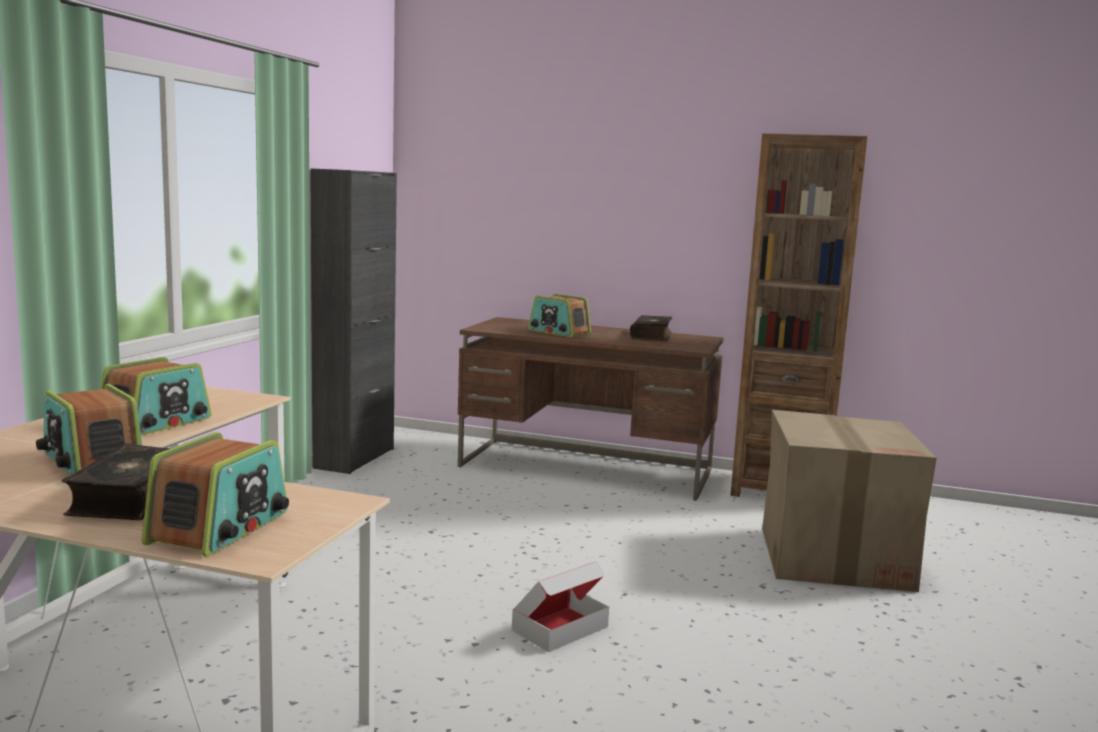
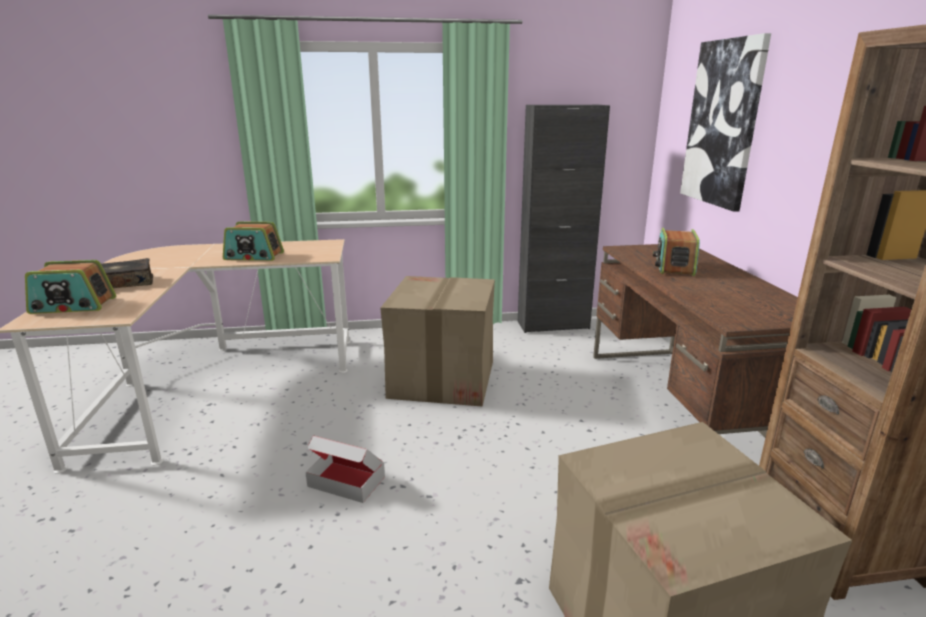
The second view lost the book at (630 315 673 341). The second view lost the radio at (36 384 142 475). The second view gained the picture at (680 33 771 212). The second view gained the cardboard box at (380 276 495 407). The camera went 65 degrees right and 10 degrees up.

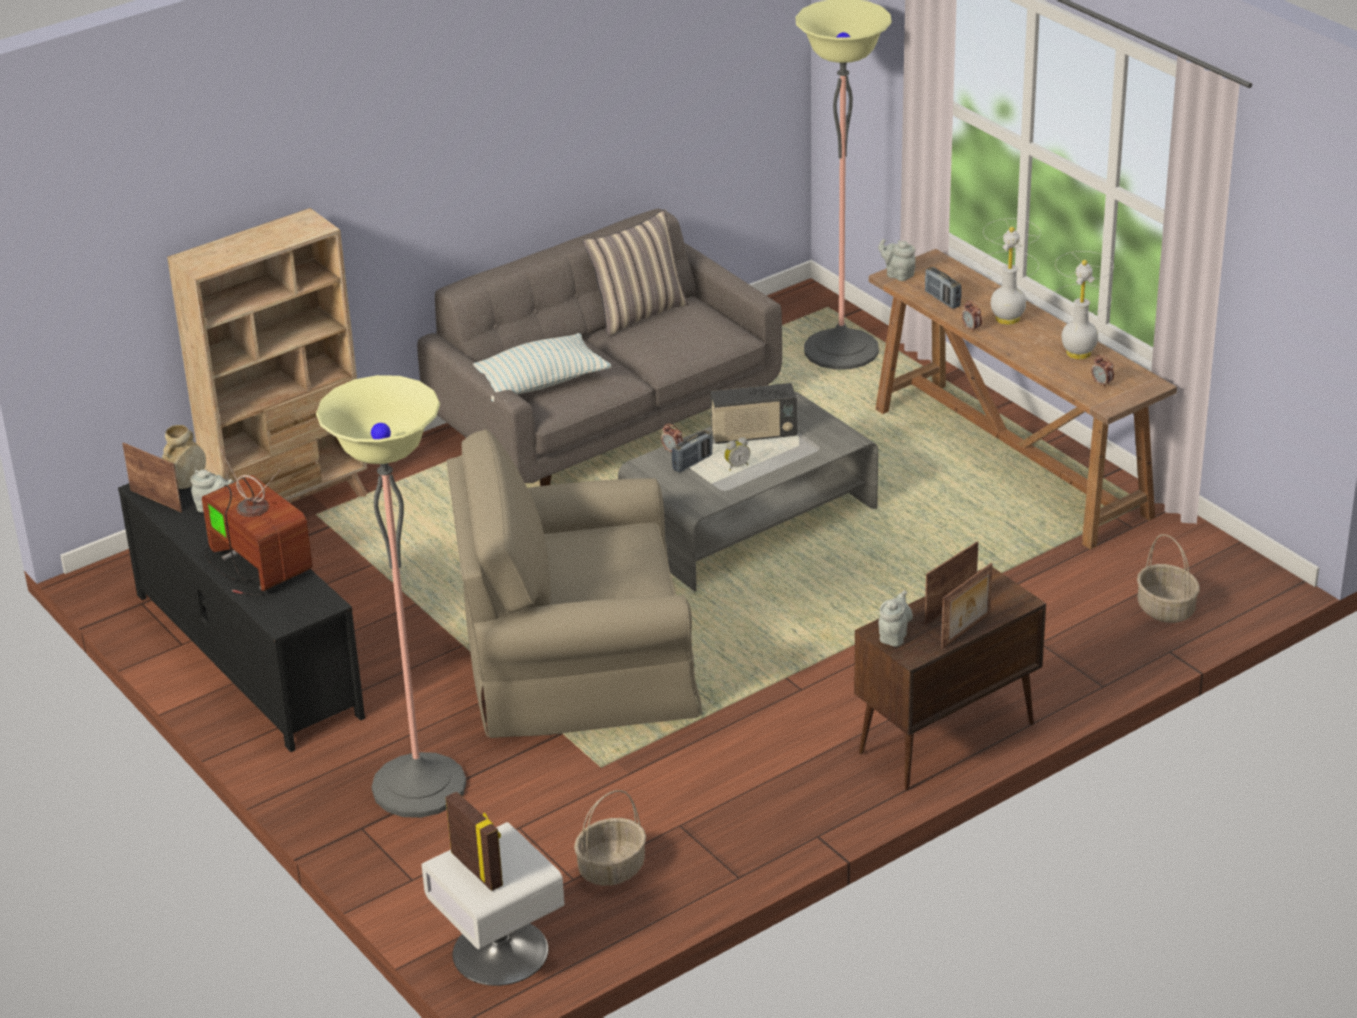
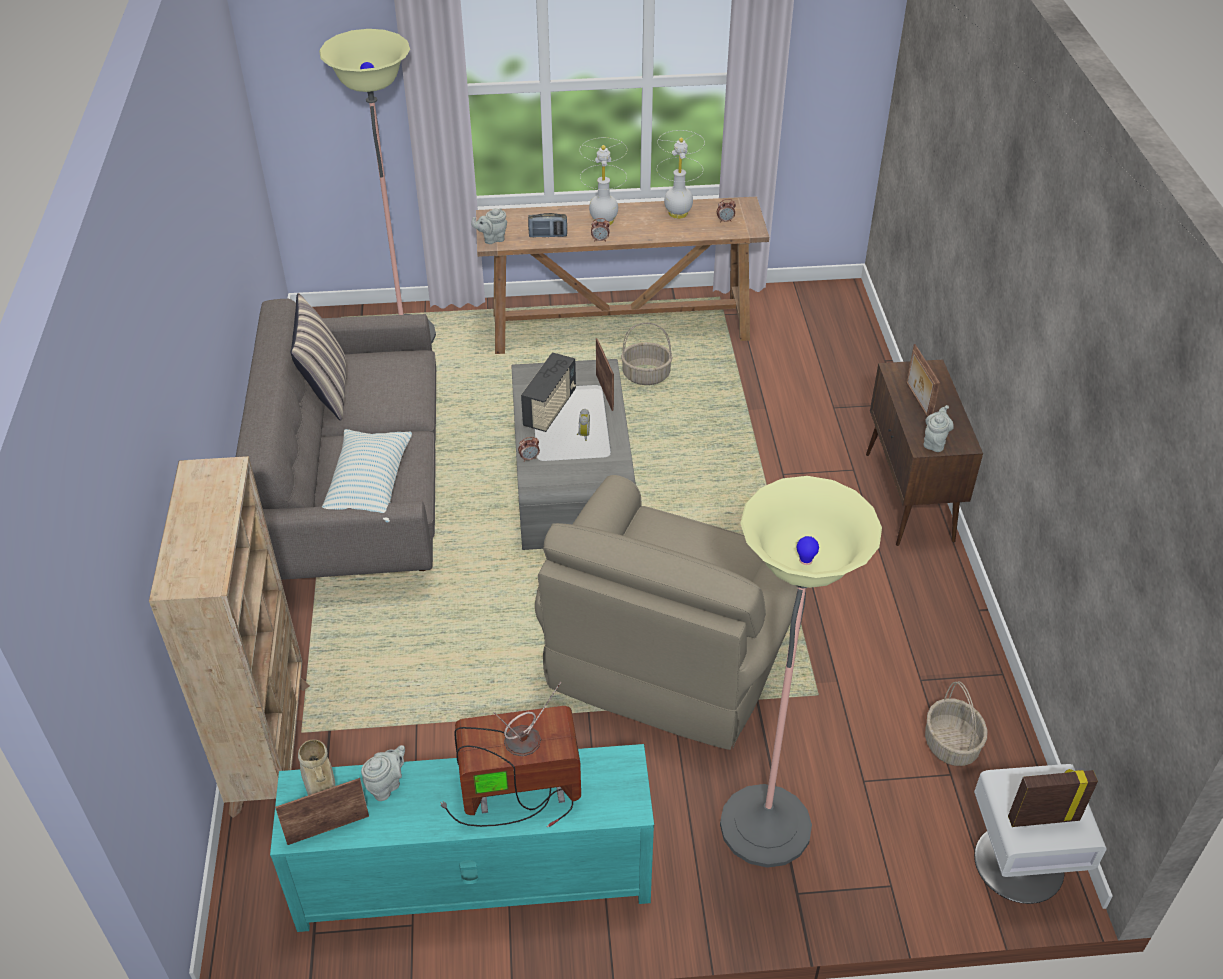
The second view lost the radio at (672 430 713 473). What was the tv stand in black at (118 483 365 752) turned into the tv stand in turquoise at (270 744 654 932). The basket ended up elsewhere, having gone from (1137 534 1200 623) to (621 323 673 385). The picture frame ended up elsewhere, having gone from (941 563 992 649) to (596 338 614 411). The teapot in grey at (878 590 913 647) ended up facing another way, 60 degrees clockwise from before. The camera went 60 degrees left and 10 degrees up.

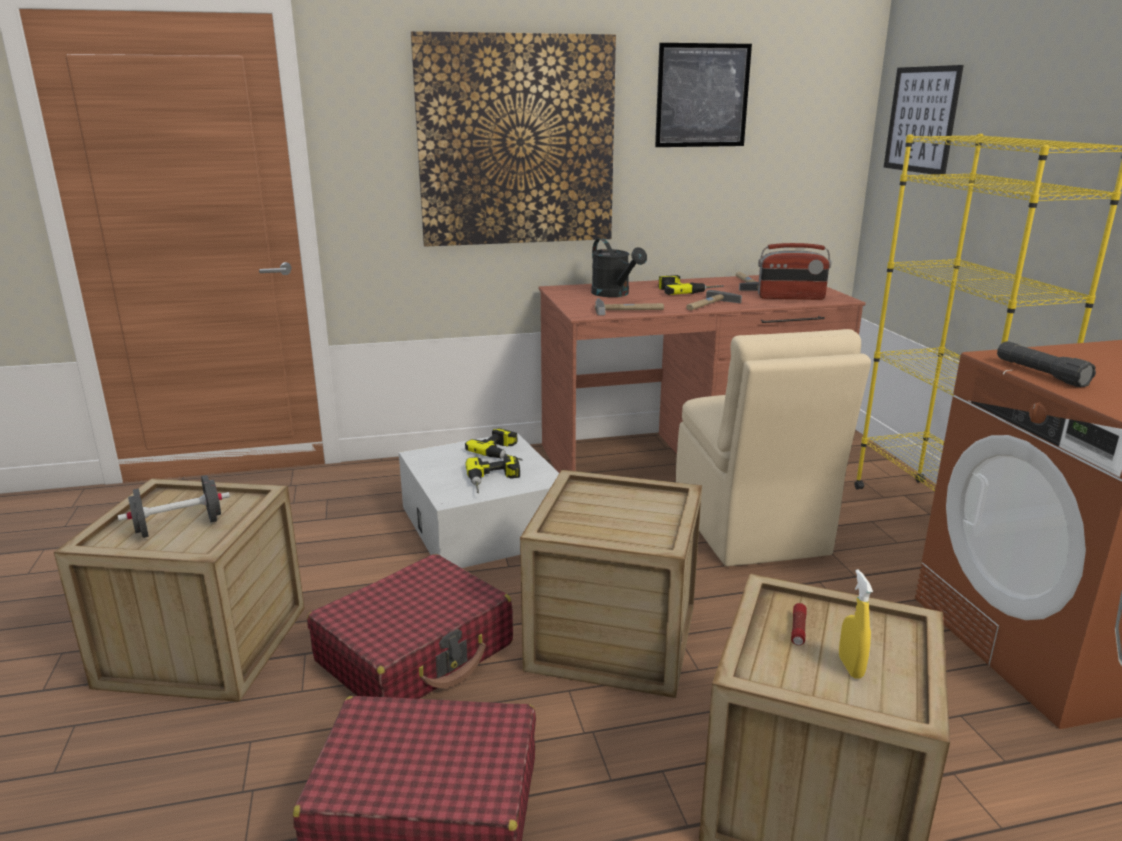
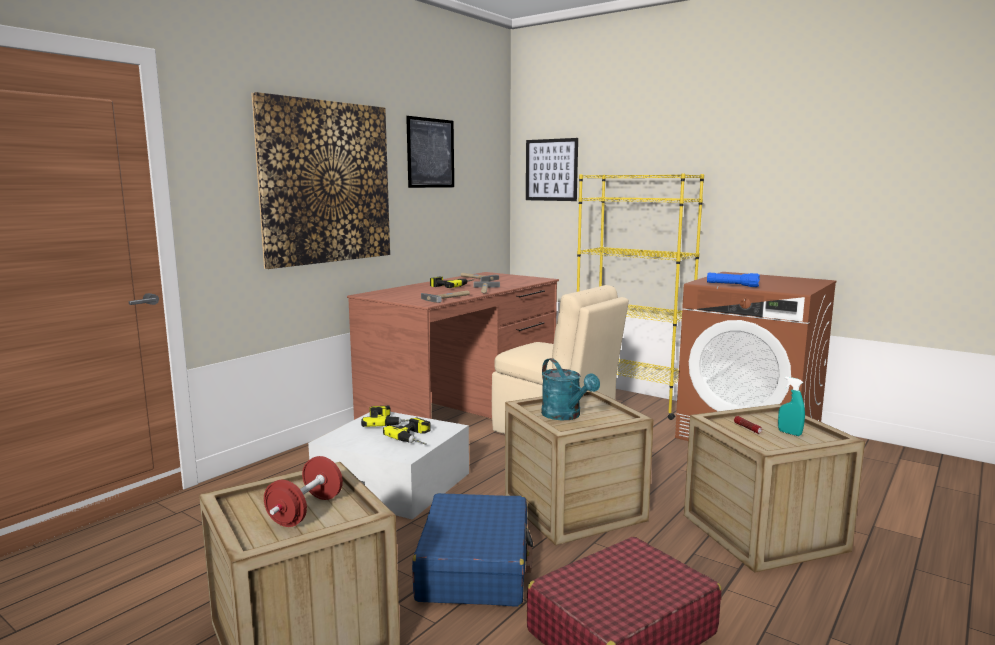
The second view lost the watering can in black at (591 238 647 297). The second view lost the radio at (758 243 831 300). What was the flashlight in black at (997 341 1096 387) turned into the flashlight in blue at (707 273 760 287). What was the dumbbell in black at (118 475 230 538) turned into the dumbbell in red at (264 456 343 527). What was the suitcase in red at (307 554 513 699) turned into the suitcase in blue at (412 493 533 607). What was the spray bottle in yellow at (839 569 873 679) turned into the spray bottle in turquoise at (778 377 805 436). The second view gained the watering can in turquoise at (541 358 600 420). The camera went 40 degrees left and 10 degrees down.

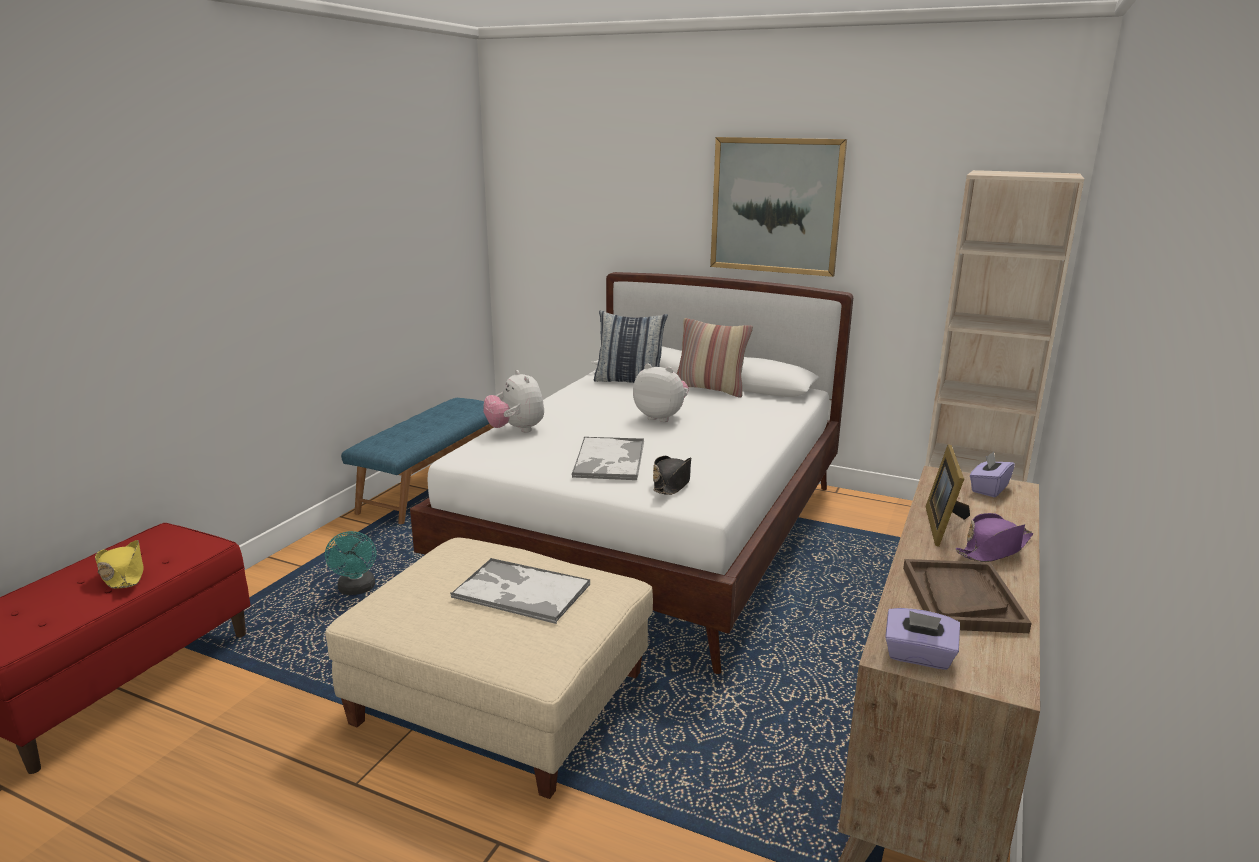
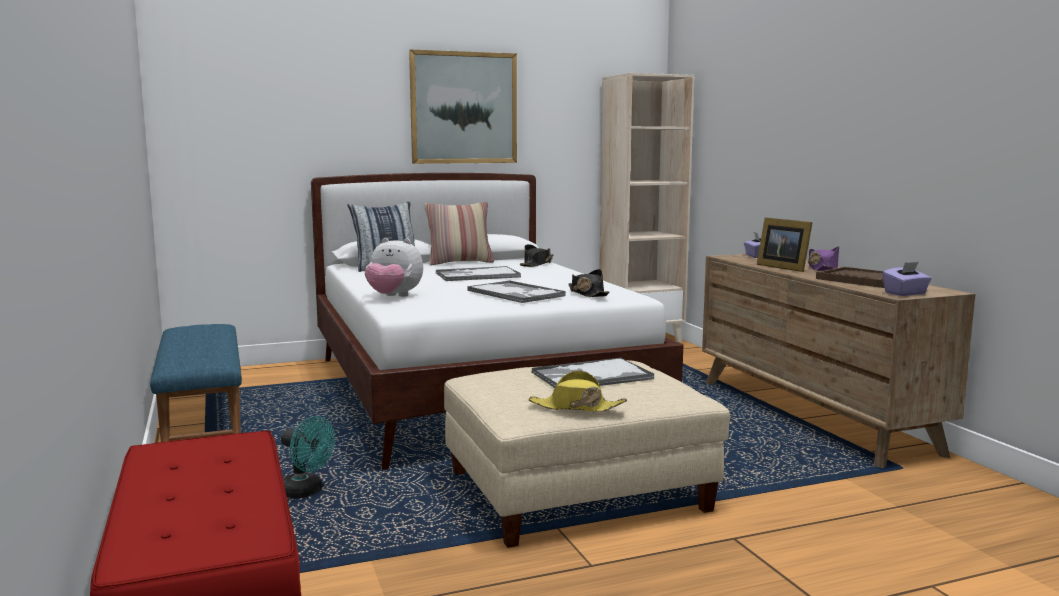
Where the plush toy stood at (633 364 689 422), the tray came to stand at (436 266 521 281). The hat in yellow ended up elsewhere, having gone from (95 540 144 589) to (529 371 627 412). The second view gained the hat in black at (520 244 554 267). The camera went 45 degrees left and 10 degrees down.

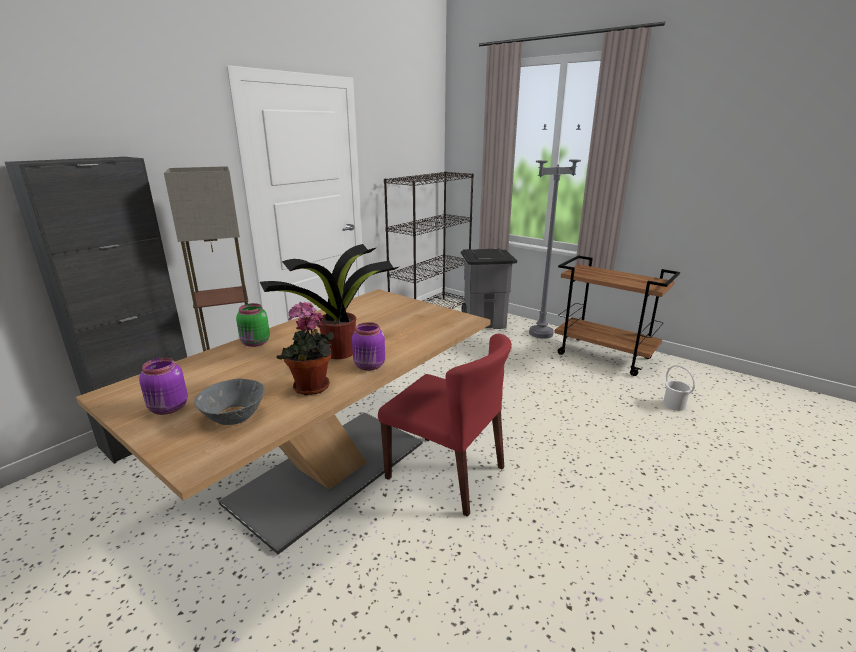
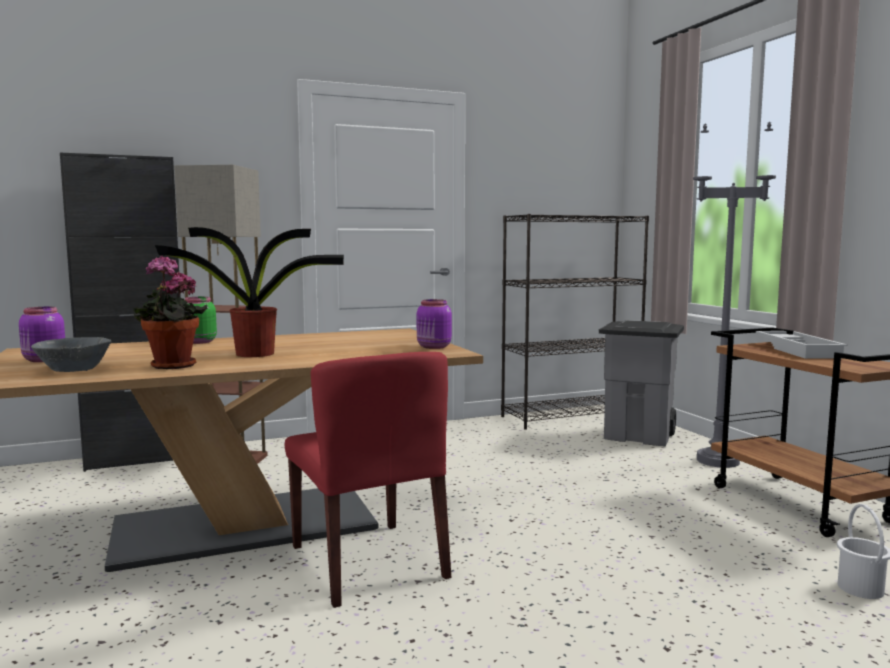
The jar in purple ended up elsewhere, having gone from (352 322 385 371) to (417 299 452 349). The second view gained the tray in white at (756 331 848 359). The camera went 30 degrees right and 15 degrees down.

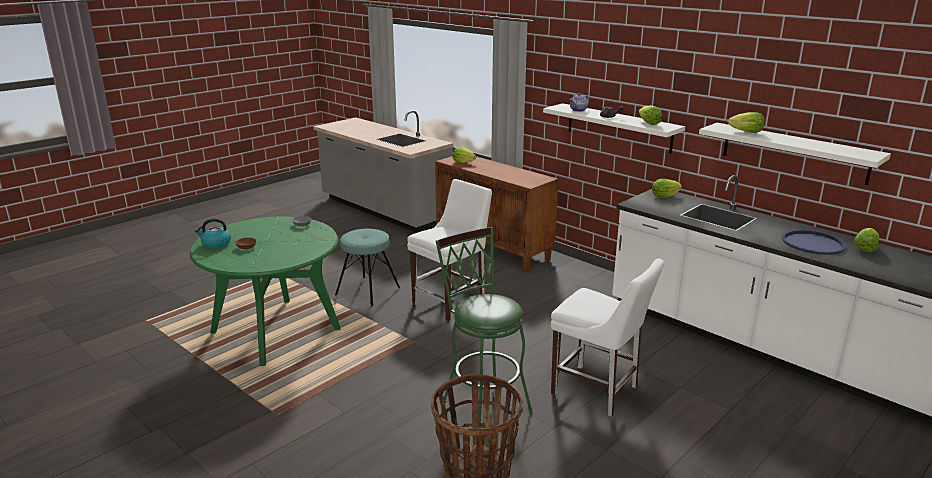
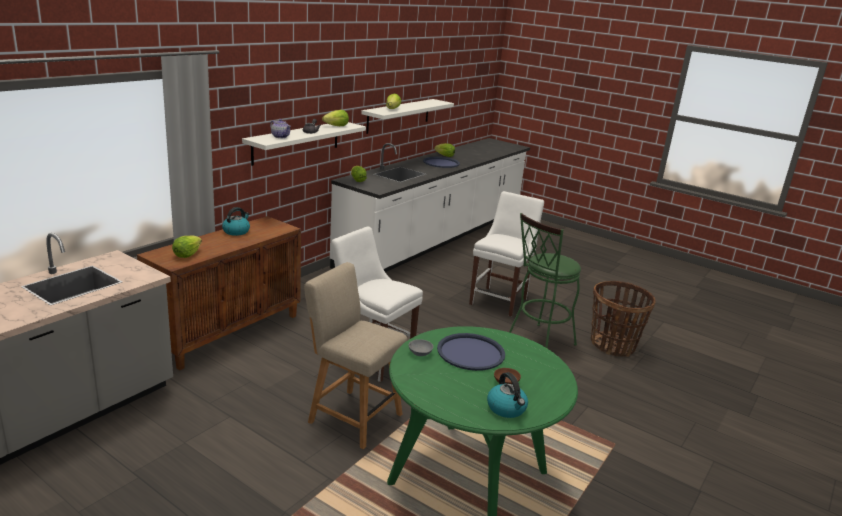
Where the stool in turquoise stood at (335 229 400 306), the chair in beige came to stand at (304 262 407 449). The second view gained the kettle at (222 207 250 236). The second view gained the tray in blue at (437 333 505 371). The camera went 100 degrees left and 0 degrees up.

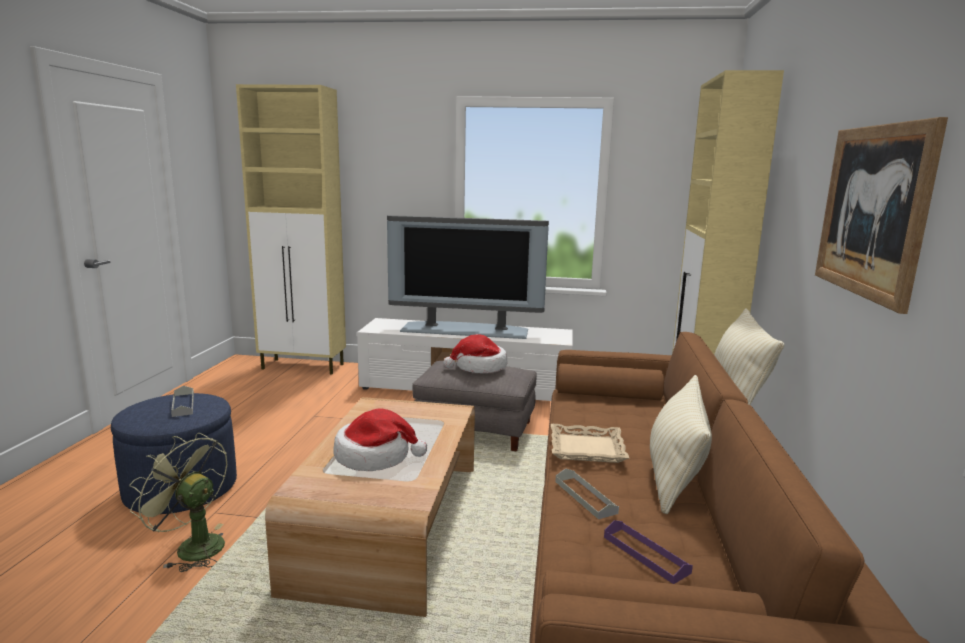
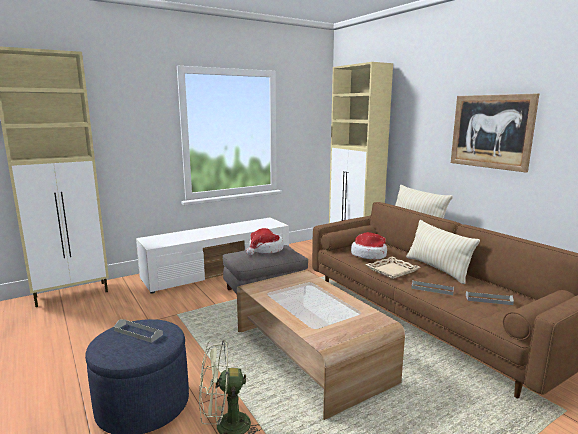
The second view lost the television at (387 215 549 339). The hat ended up elsewhere, having gone from (333 409 427 471) to (351 232 387 259). What was the tray in purple at (604 520 693 584) turned into the tray in grey at (466 291 514 305). The camera went 40 degrees left and 0 degrees up.

